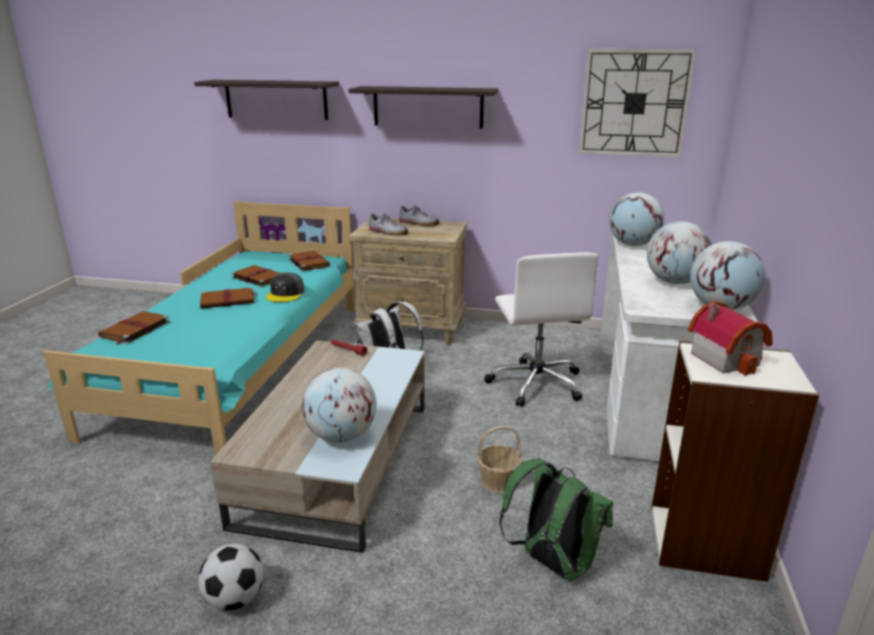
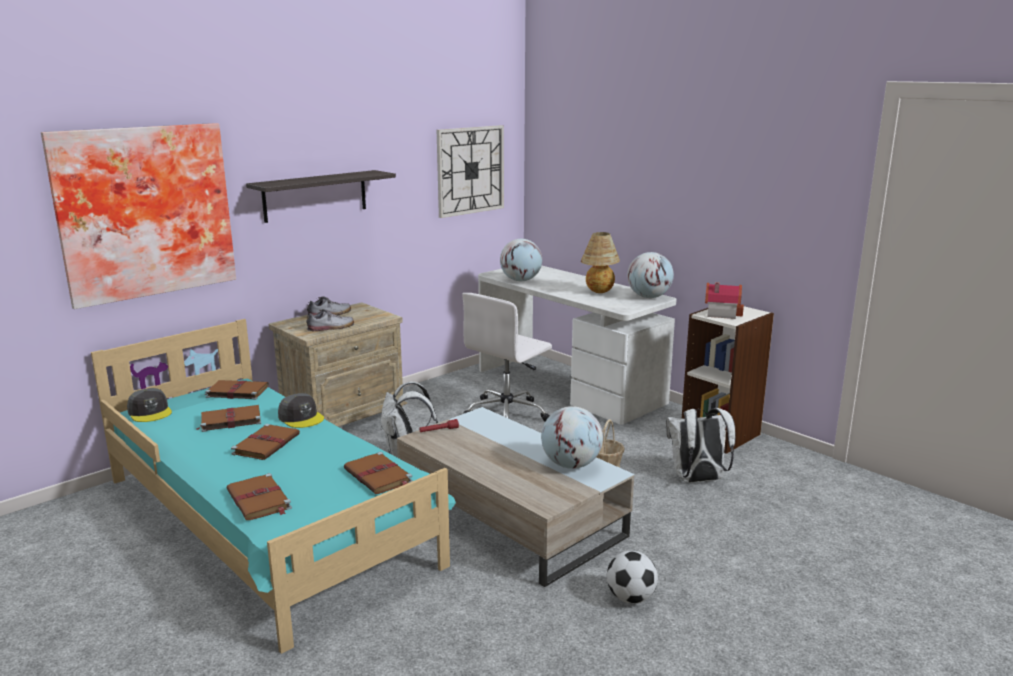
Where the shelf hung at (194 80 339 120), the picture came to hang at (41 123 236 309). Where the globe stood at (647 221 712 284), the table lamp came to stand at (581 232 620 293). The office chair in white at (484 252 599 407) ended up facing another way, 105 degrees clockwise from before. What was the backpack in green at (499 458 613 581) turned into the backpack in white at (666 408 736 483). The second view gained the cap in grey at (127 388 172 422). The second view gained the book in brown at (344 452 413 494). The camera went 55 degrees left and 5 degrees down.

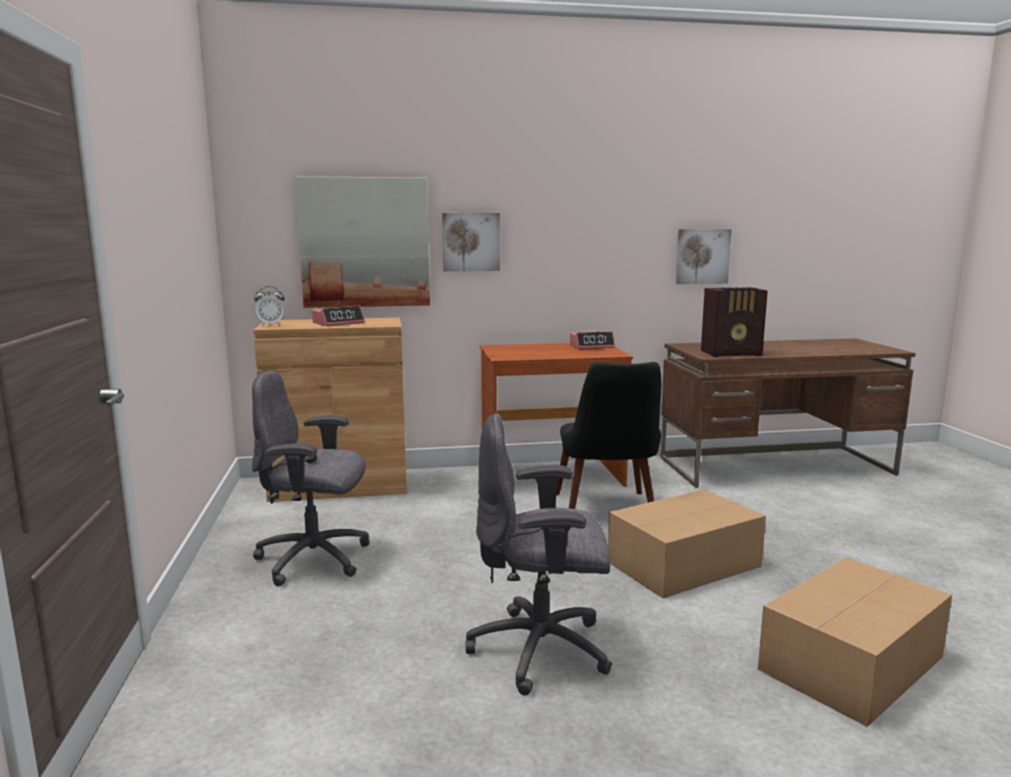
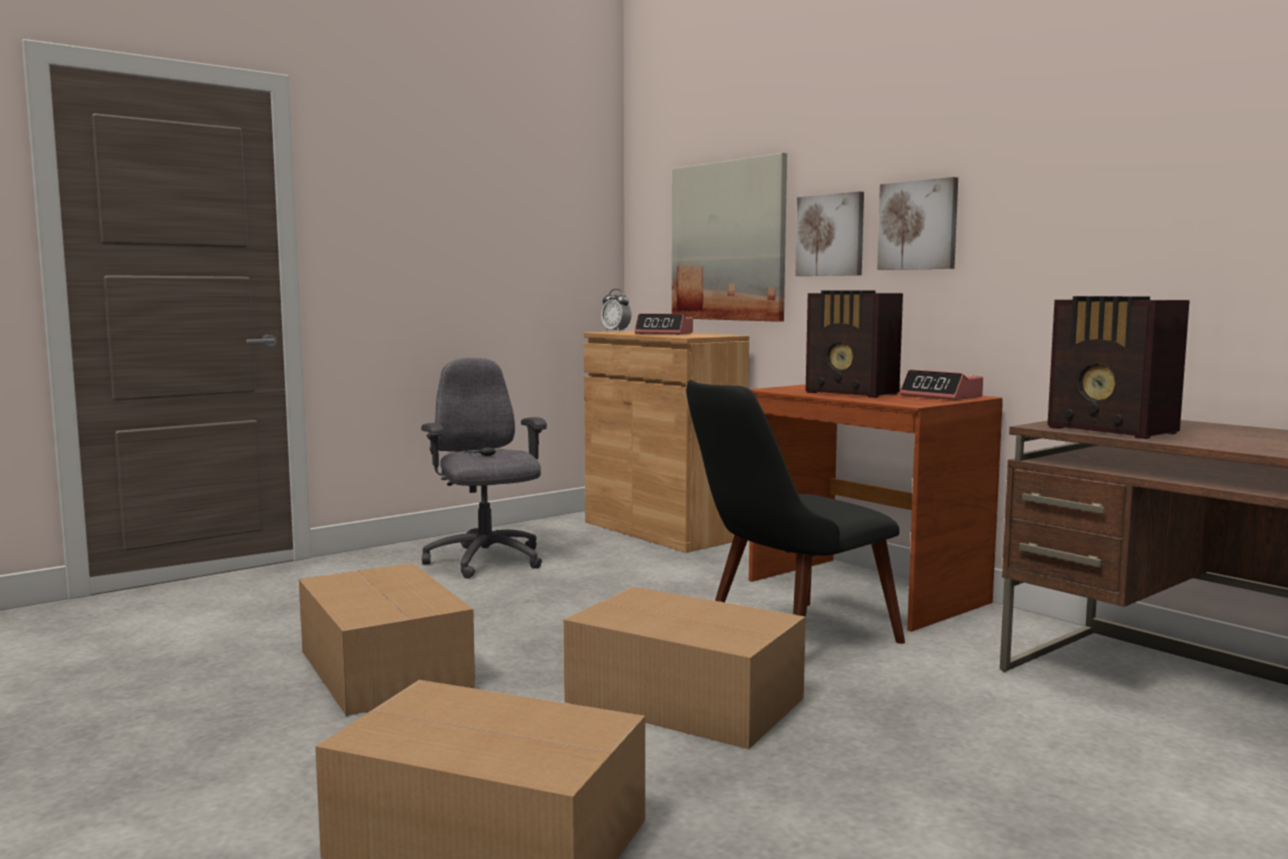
The picture ended up elsewhere, having gone from (676 229 732 284) to (877 177 958 270). Where the office chair in grey stood at (465 413 612 695), the cardboard box came to stand at (299 563 475 716). The second view gained the radio at (806 290 903 398). The camera went 60 degrees right and 5 degrees down.

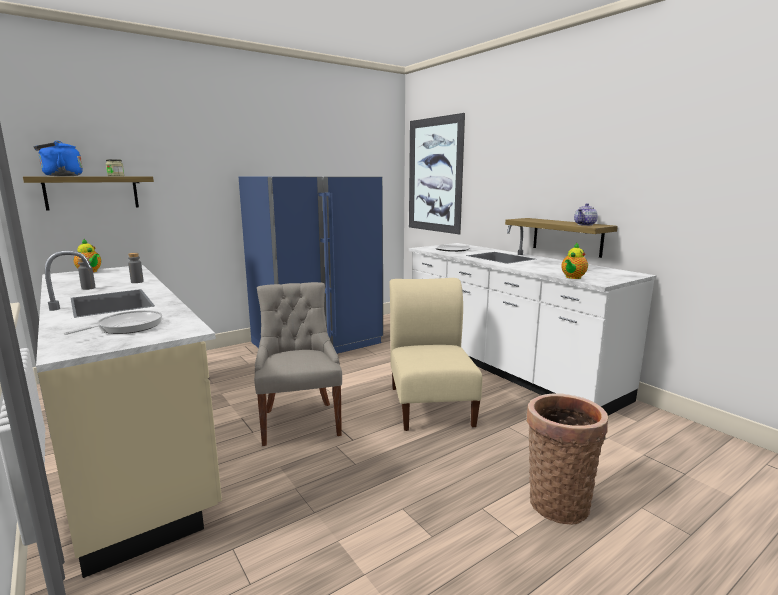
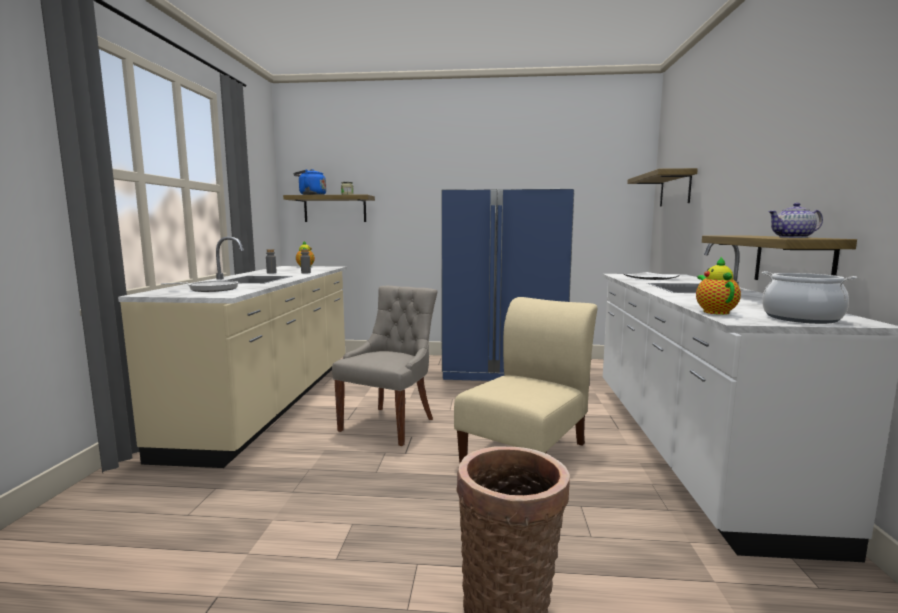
Where the picture hung at (409 113 465 235), the shelf came to hang at (627 168 698 207). The teapot at (561 243 588 279) ended up facing another way, 105 degrees clockwise from before. The second view gained the cooking pot at (762 271 857 324). The camera went 40 degrees right and 5 degrees down.

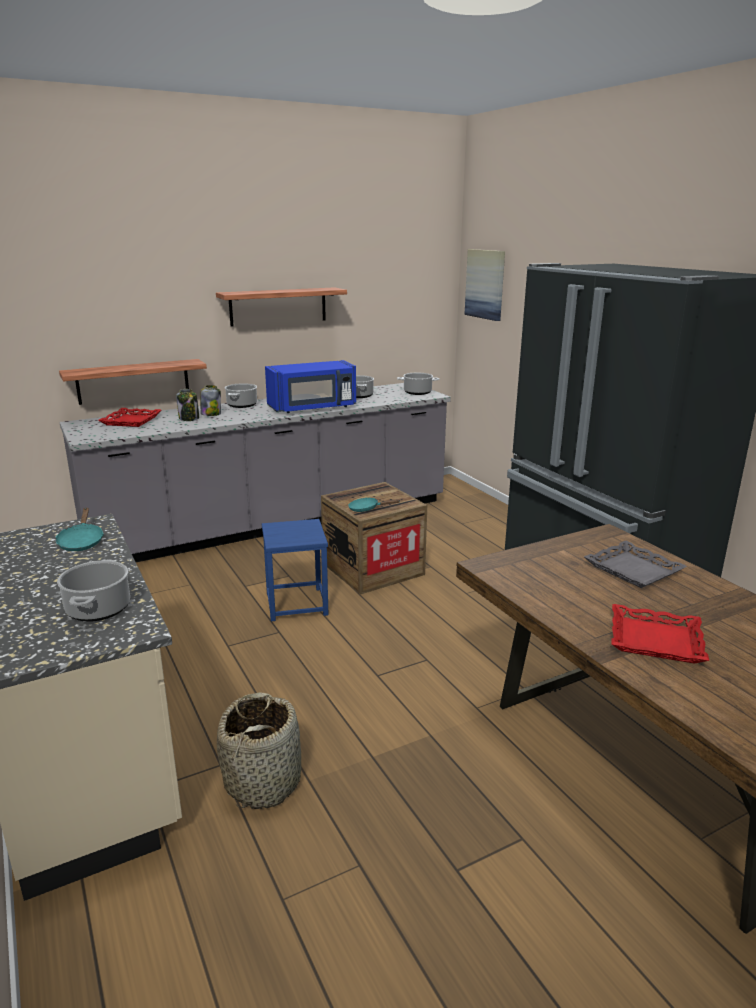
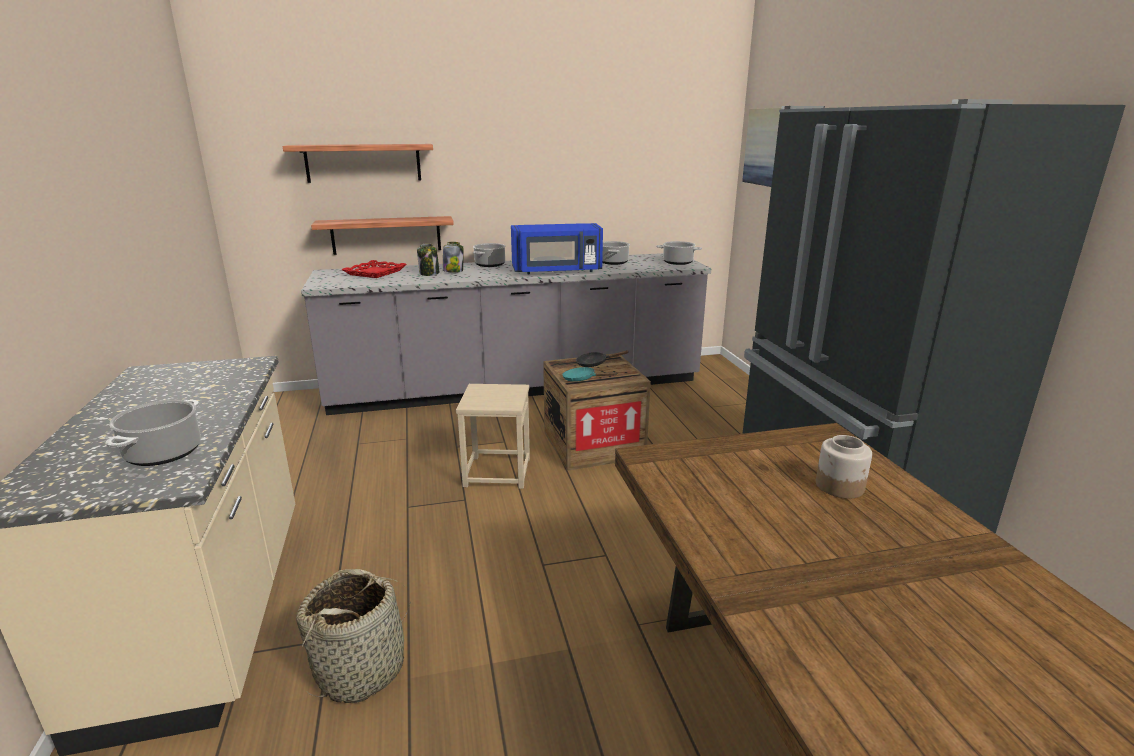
The shelf ended up elsewhere, having gone from (216 287 347 327) to (282 144 433 183). The second view lost the frying pan in turquoise at (55 507 104 551). What was the stool in blue at (262 519 328 621) turned into the stool in beige at (456 384 530 489). Where the tray in grey stood at (584 541 687 588), the jar came to stand at (816 435 872 499). The second view lost the tray in red at (611 604 709 663). The second view gained the frying pan in black at (576 350 629 367). The camera went 15 degrees right and 0 degrees up.

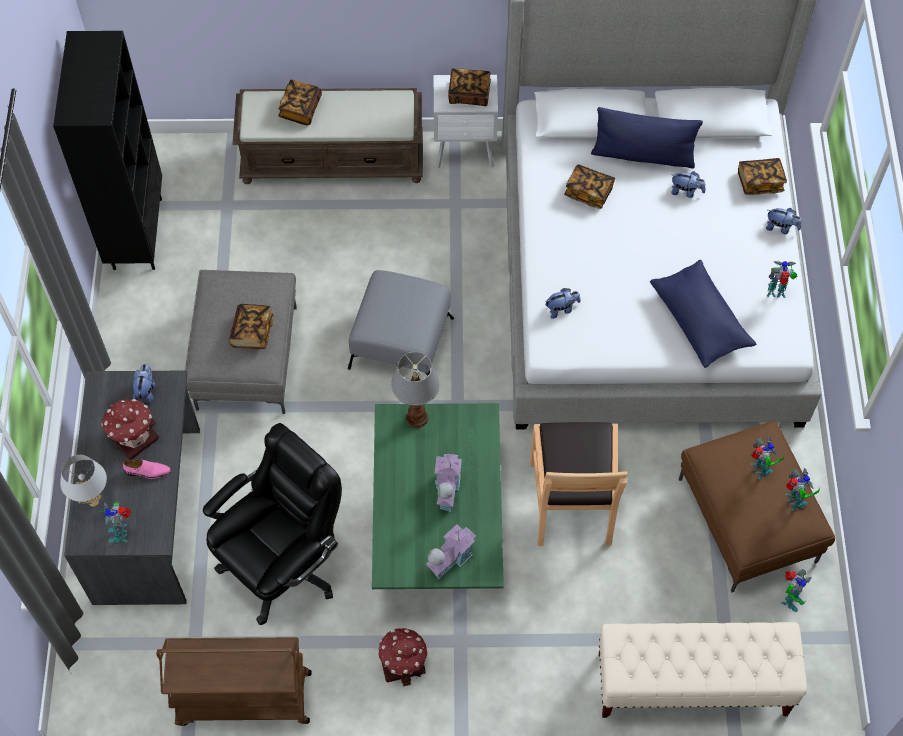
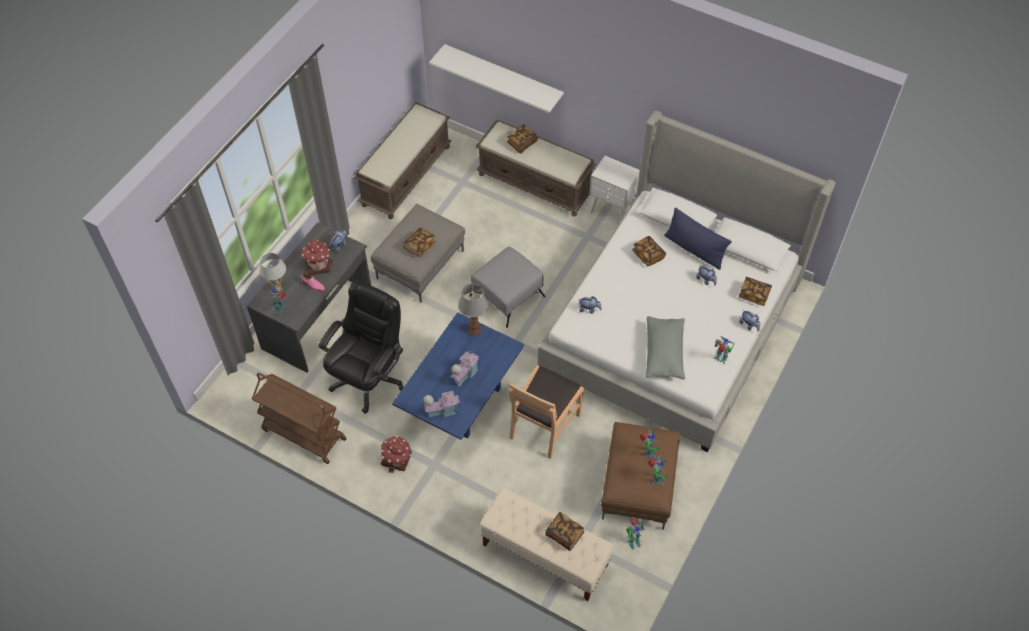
Where the bookcase in black stood at (53 31 162 270), the bench in brown came to stand at (354 102 451 219). The book ended up elsewhere, having gone from (448 68 491 106) to (545 512 584 551). What was the pillow in blue at (650 260 756 368) turned into the pillow in grey at (646 316 685 380). What was the coffee table in green at (372 403 504 589) turned into the coffee table in blue at (392 312 524 440). The office chair in black at (203 423 342 625) ended up facing another way, 45 degrees counterclockwise from before. The second view gained the shelf in white at (429 44 564 113). The camera went 30 degrees right and 5 degrees down.

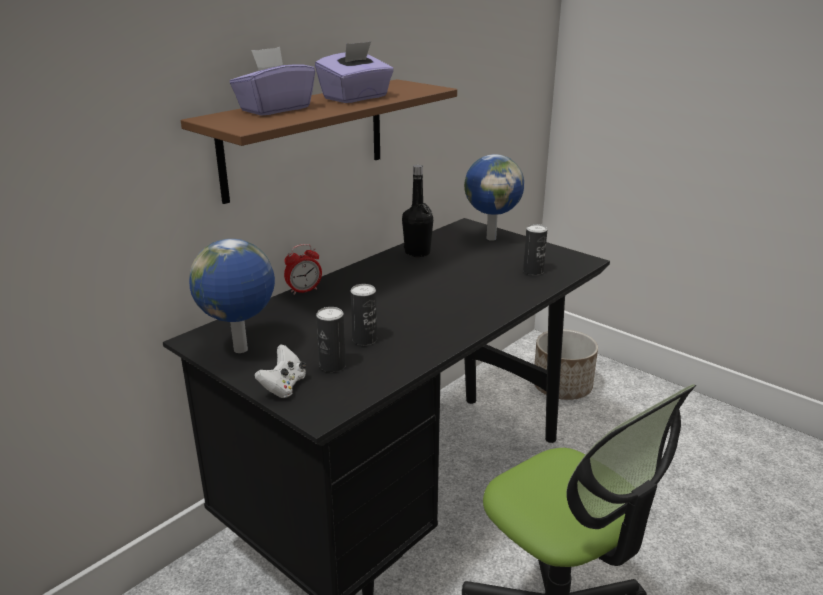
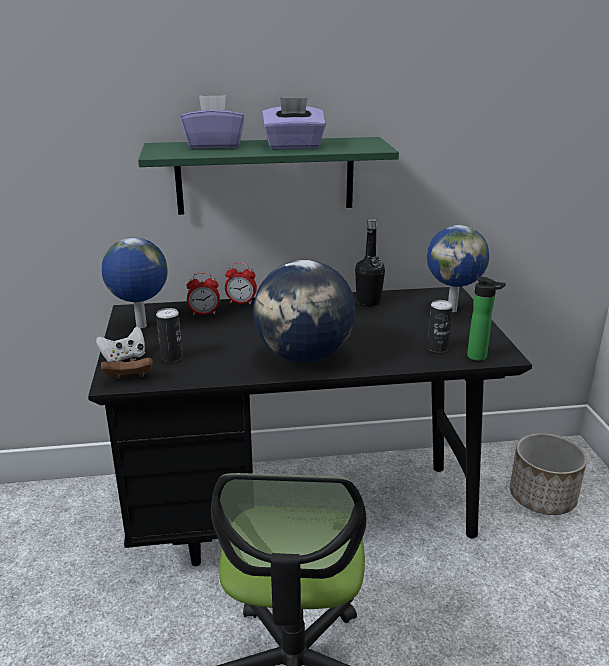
What was the shelf in brown at (181 79 457 204) turned into the shelf in green at (138 137 399 215). The second view lost the can at (351 284 377 345). The second view gained the globe at (253 260 356 363). The second view gained the alarm clock at (186 272 220 315). The second view gained the bottle at (467 277 506 361). The second view gained the game controller in brown at (101 358 153 379). The camera went 40 degrees right and 0 degrees up.

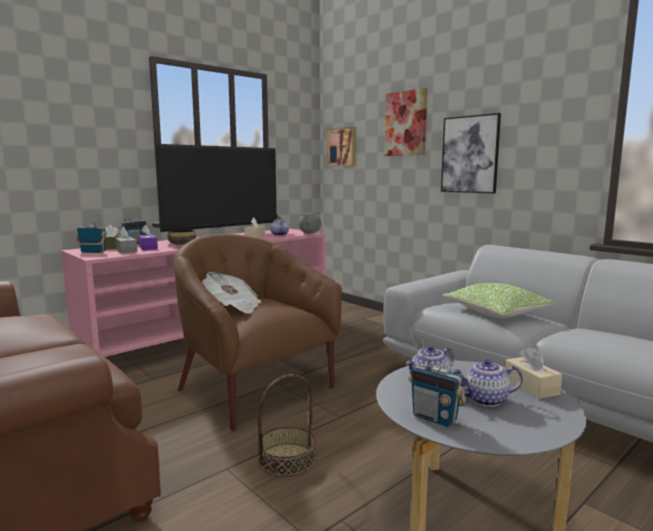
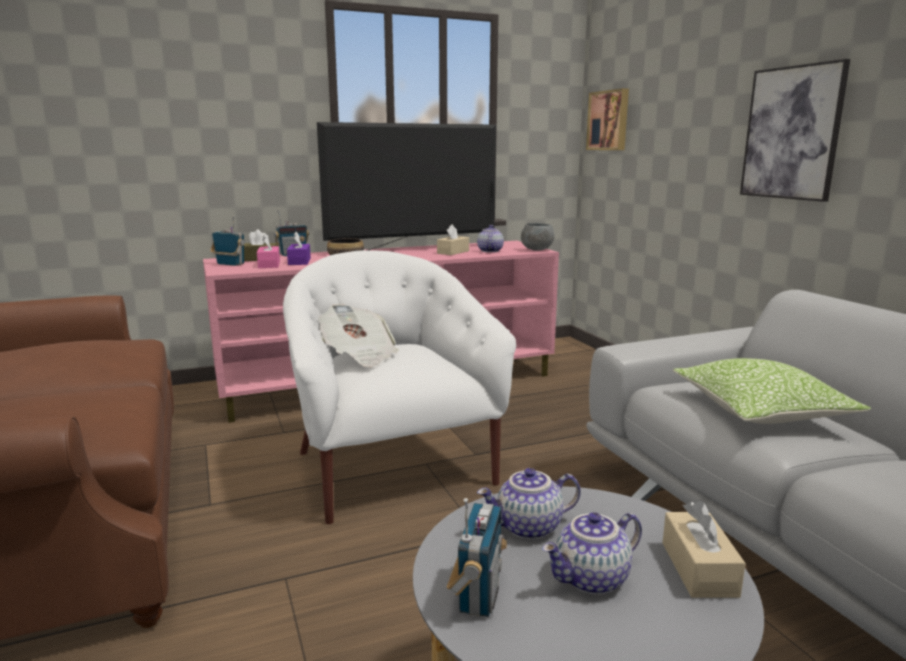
The second view lost the picture at (384 88 428 156). What was the tissue box in grey at (115 227 137 254) turned into the tissue box in pink at (257 234 280 268). What was the armchair in brown at (173 234 342 431) turned into the armchair in white at (283 250 516 524). The radio at (409 340 466 427) ended up facing another way, 135 degrees counterclockwise from before. The teapot at (452 359 523 407) ended up facing another way, 45 degrees counterclockwise from before. The second view lost the basket at (257 374 316 477). The camera went 20 degrees right and 5 degrees up.

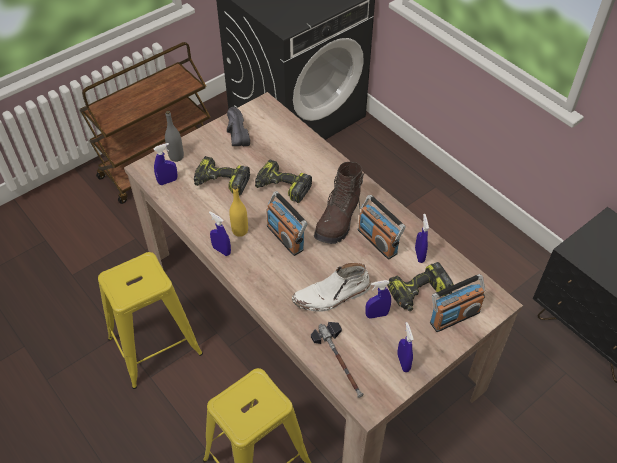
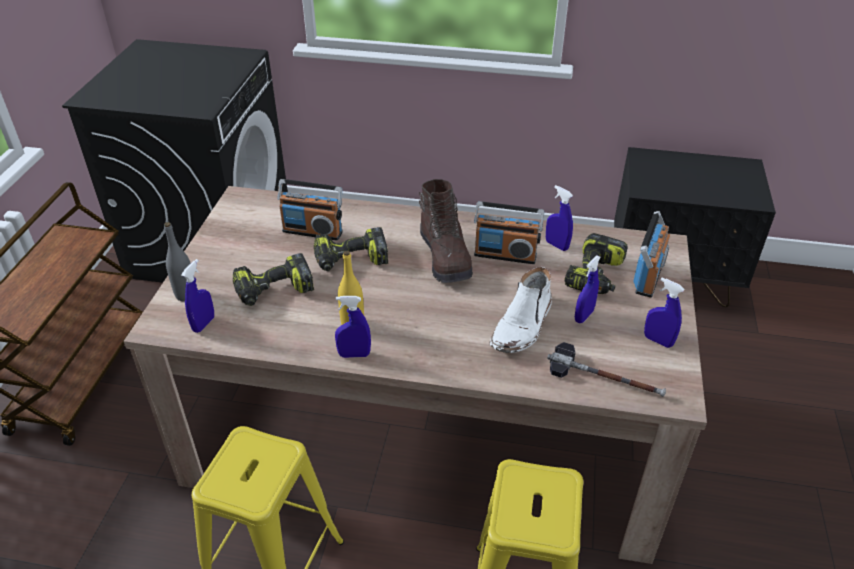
The second view lost the shoe in black at (227 107 250 146). The radio ended up elsewhere, having gone from (266 191 308 256) to (278 179 343 240). The camera went 40 degrees left and 10 degrees down.

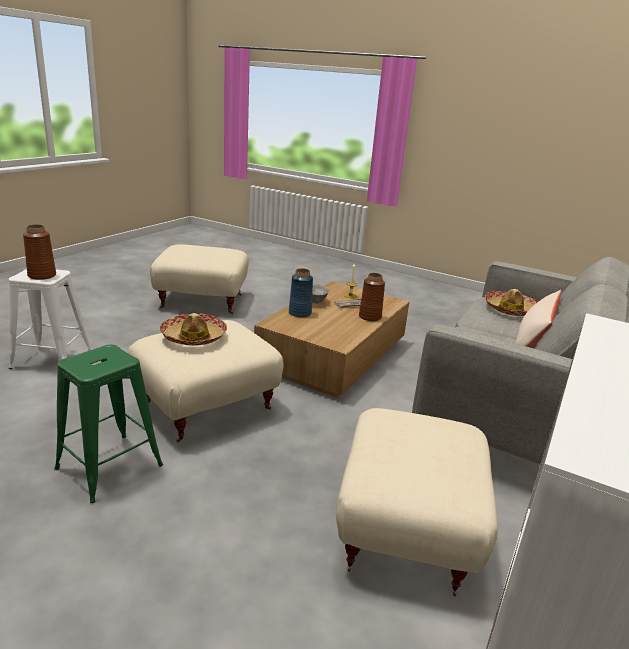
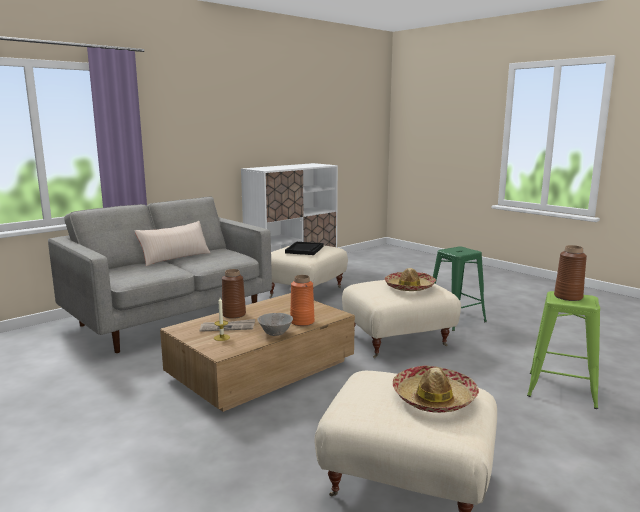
What was the vase in blue at (289 268 313 318) turned into the vase in orange at (290 275 315 326). What was the stool in white at (9 269 92 369) turned into the stool in green at (527 291 600 409). The hat ended up elsewhere, having gone from (485 289 538 316) to (393 366 479 413). The second view gained the tray in black at (285 242 324 255). The camera went 160 degrees left and 10 degrees down.

